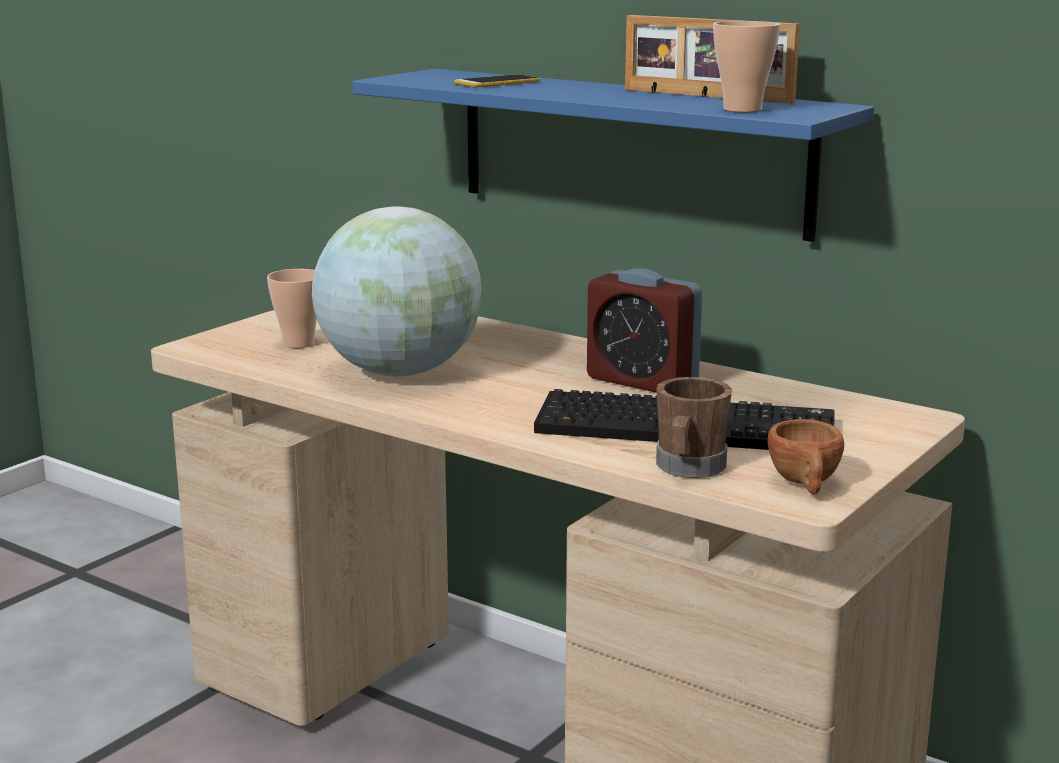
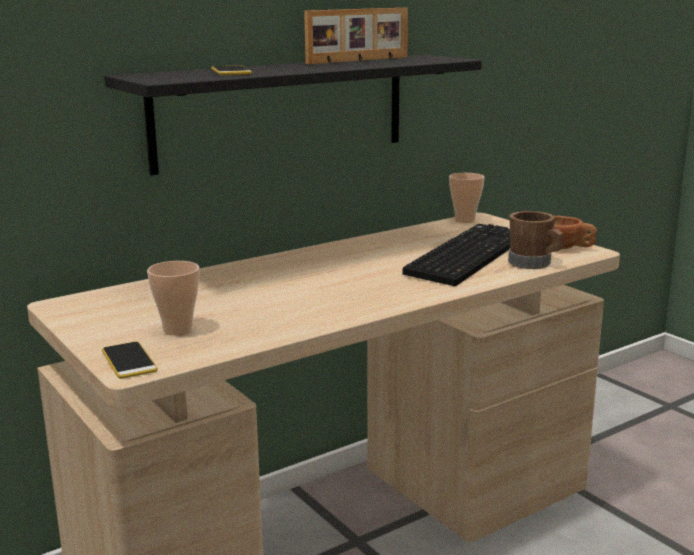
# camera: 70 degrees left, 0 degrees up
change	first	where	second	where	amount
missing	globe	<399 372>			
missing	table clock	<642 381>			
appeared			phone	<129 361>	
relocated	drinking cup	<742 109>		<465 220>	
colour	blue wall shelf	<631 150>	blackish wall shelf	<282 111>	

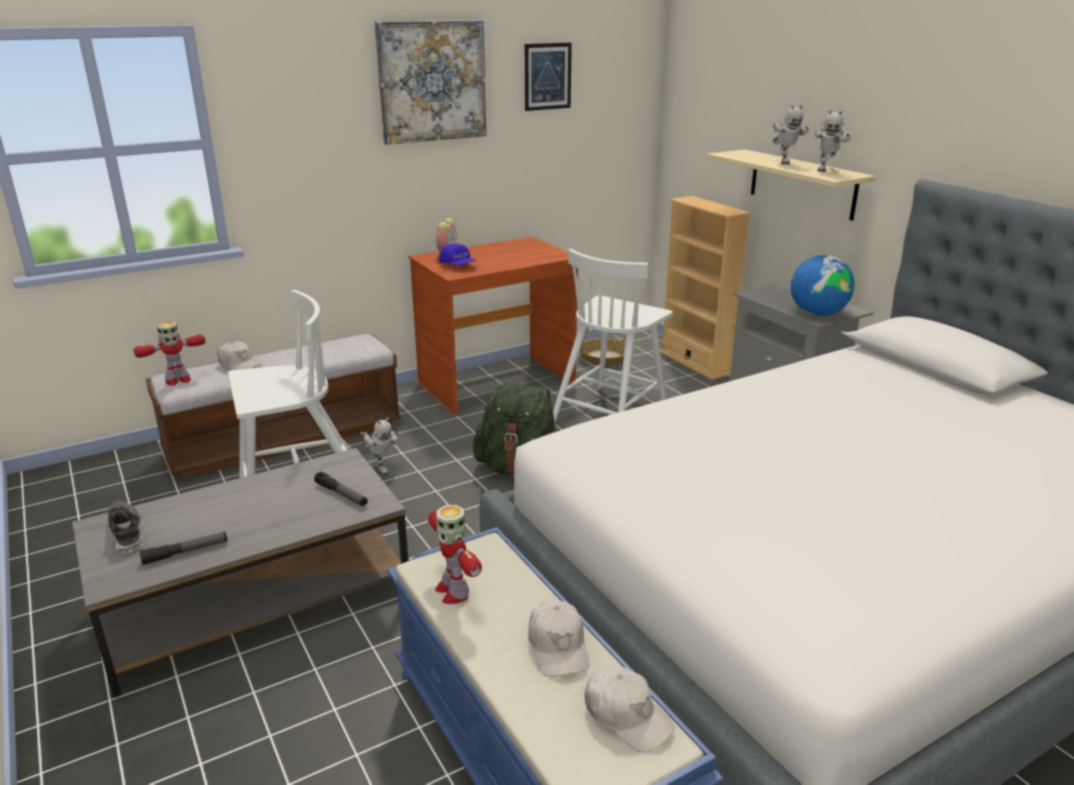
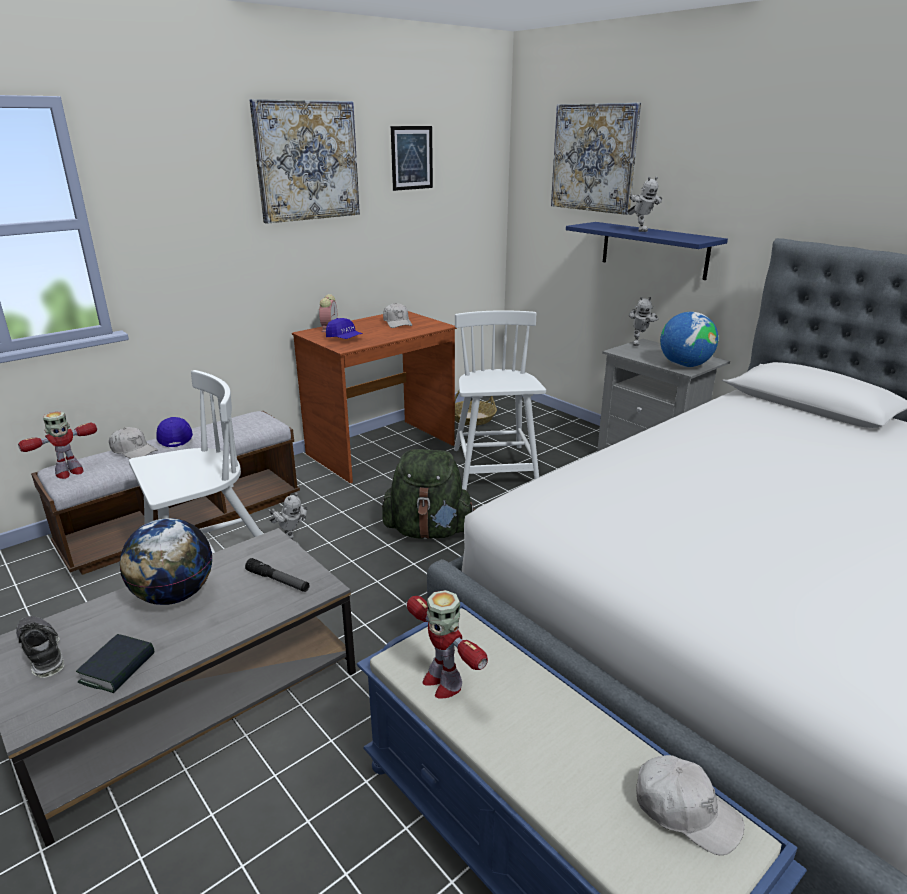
# camera: 10 degrees left, 0 degrees up
change	first	where	second	where	amount
missing	beige-coloured bookcase	<695 363>			
appeared			globe	<174 595>	
appeared			blue cap	<175 438>	
appeared			picture	<594 158>	
relocated	whitish cap	<558 647>		<397 323>	
relocated	model robot	<826 170>		<638 343>	
exchanged	flashlight	<185 552>	book	<118 668>	
colour	beige-coloured wall shelf	<802 184>	blue wall shelf	<654 250>	
spun	whitish plain chair	<610 413>		<494 469>	150 degrees clockwise

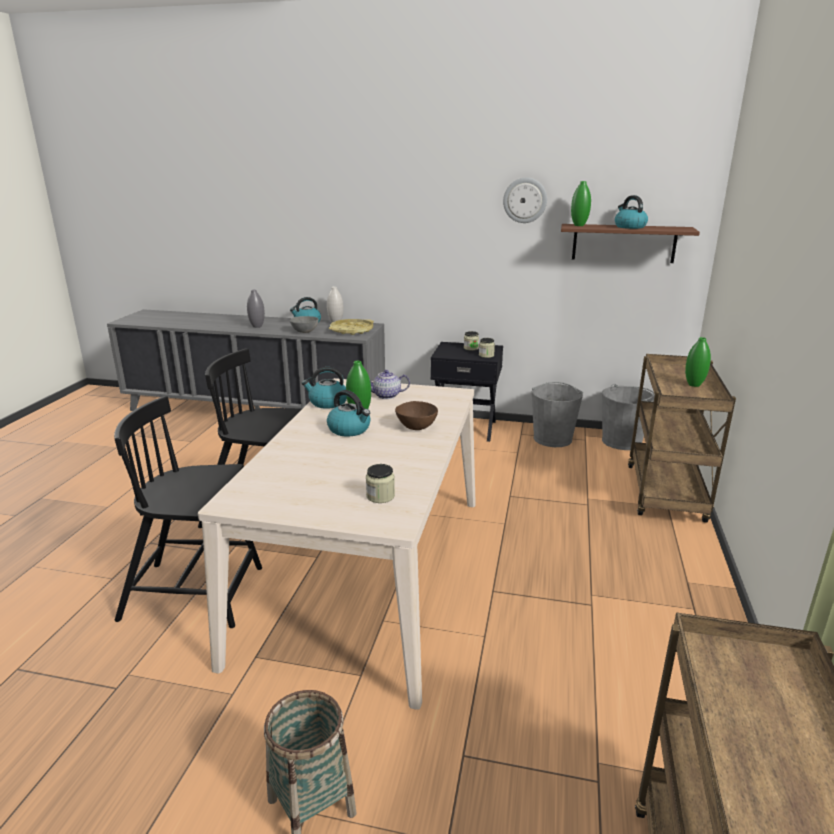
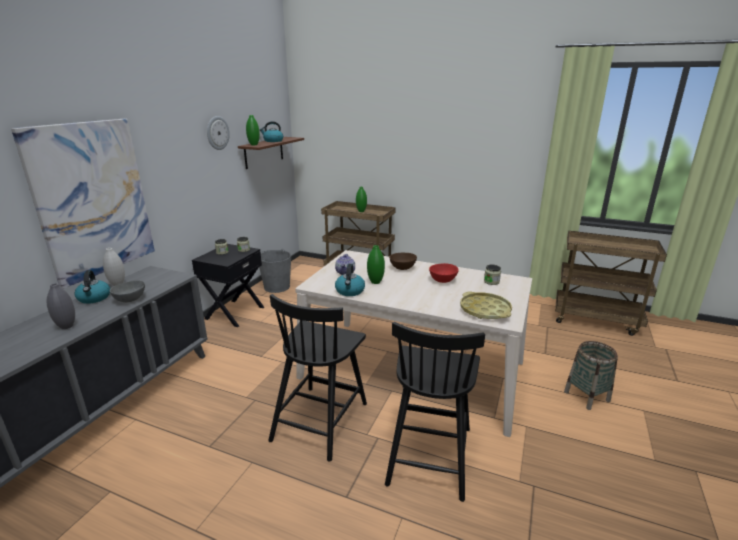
# camera: 80 degrees left, 0 degrees up
change	first	where	second	where	amount
missing	water kettle	<350 429>			
missing	grey water bucket	<622 441>			
appeared			picture	<93 199>	
appeared			red serving bowl	<443 280>	
relocated	yellowish serving tray	<351 330>		<485 310>	

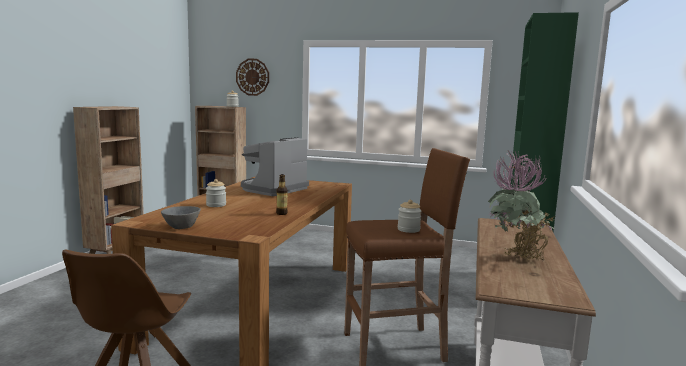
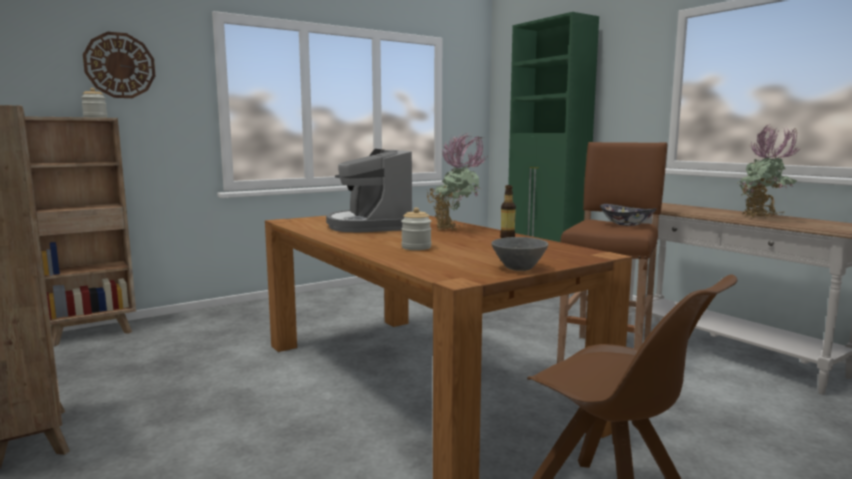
# camera: 50 degrees left, 0 degrees up
change	first	where	second	where	amount
appeared			houseplant	<456 230>	
exchanged	preserve jar	<408 229>	serving bowl	<627 224>	

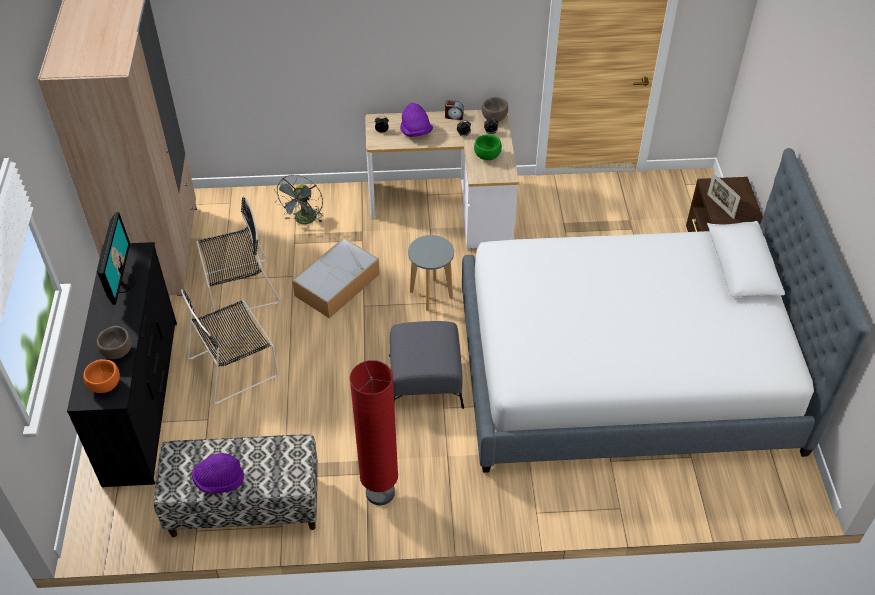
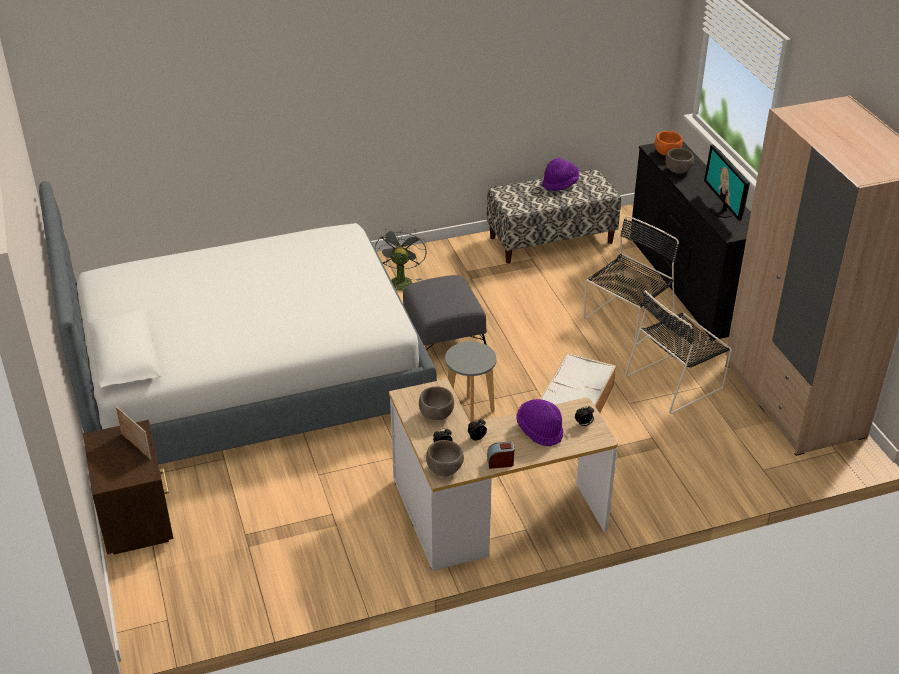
# camera: 165 degrees right, 10 degrees down
change	first	where	second	where	amount
missing	red standing lamp	<380 492>			
relocated	grey cooling fan	<304 221>		<400 281>	
colour	greenish serving bowl	<487 156>	brownish serving bowl	<436 415>	

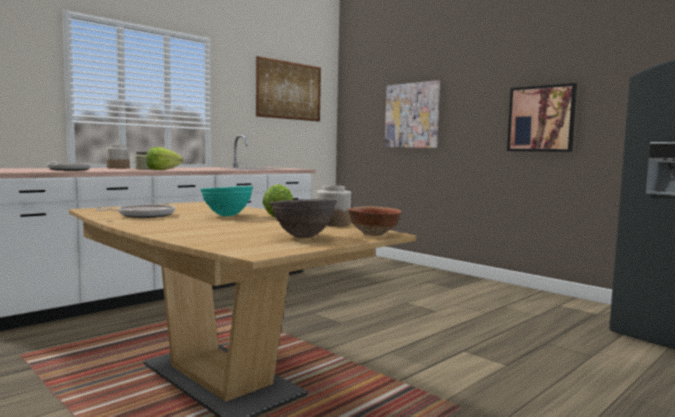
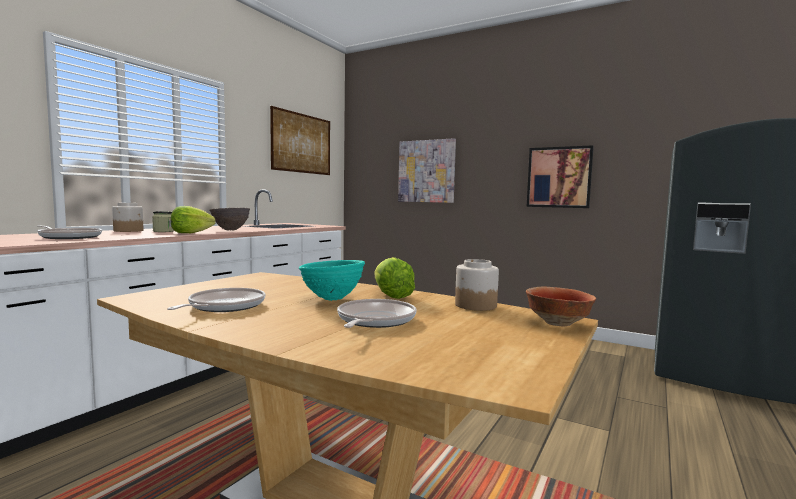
# camera: 15 degrees left, 0 degrees up
change	first	where	second	where	amount
appeared			pan	<374 321>	
relocated	brownish serving bowl	<303 237>		<230 230>	

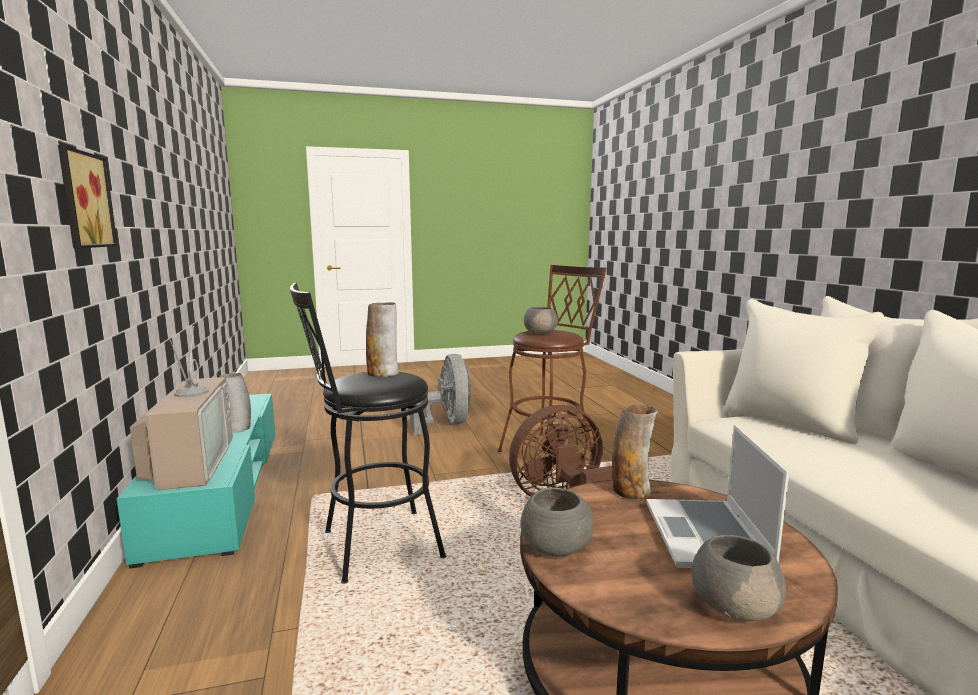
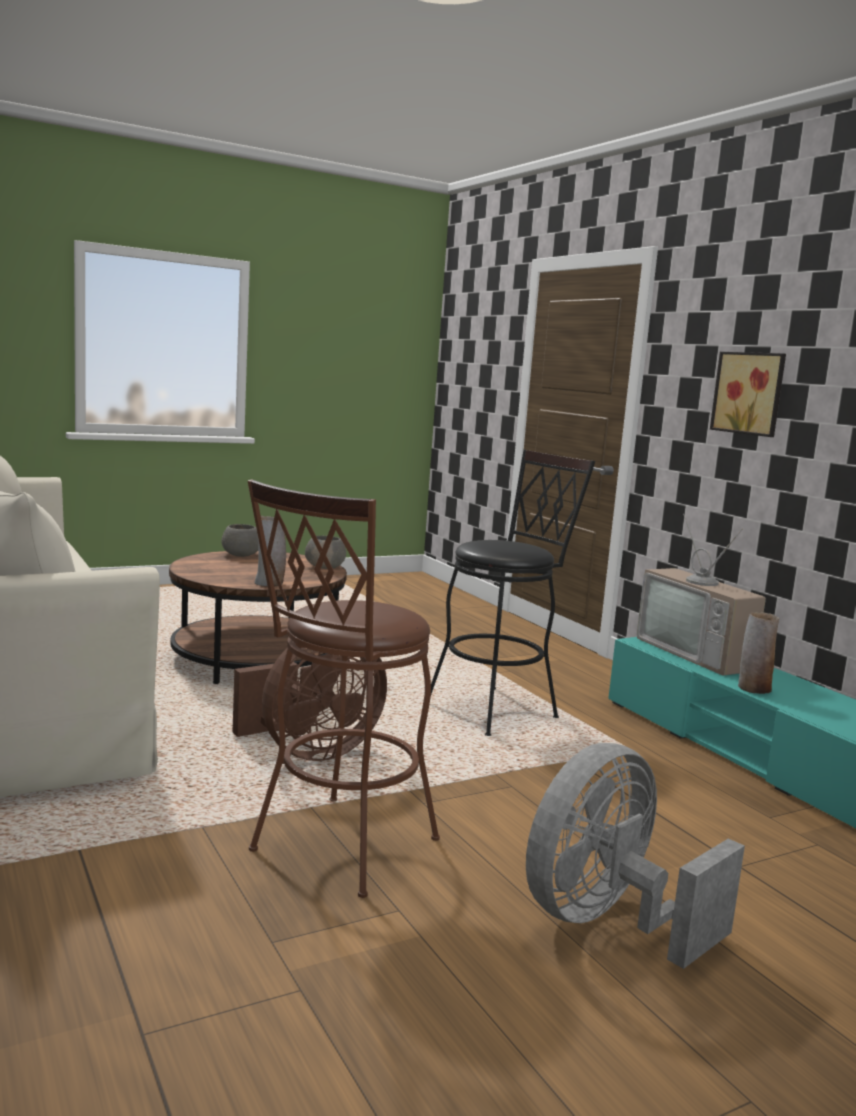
# camera: 165 degrees right, 0 degrees up
change	first	where	second	where	amount
missing	vase	<383 373>			
missing	grey serving bowl	<540 332>			
missing	laptop	<708 537>			
spun	grey cooling fan	<447 423>		<608 922>	75 degrees clockwise

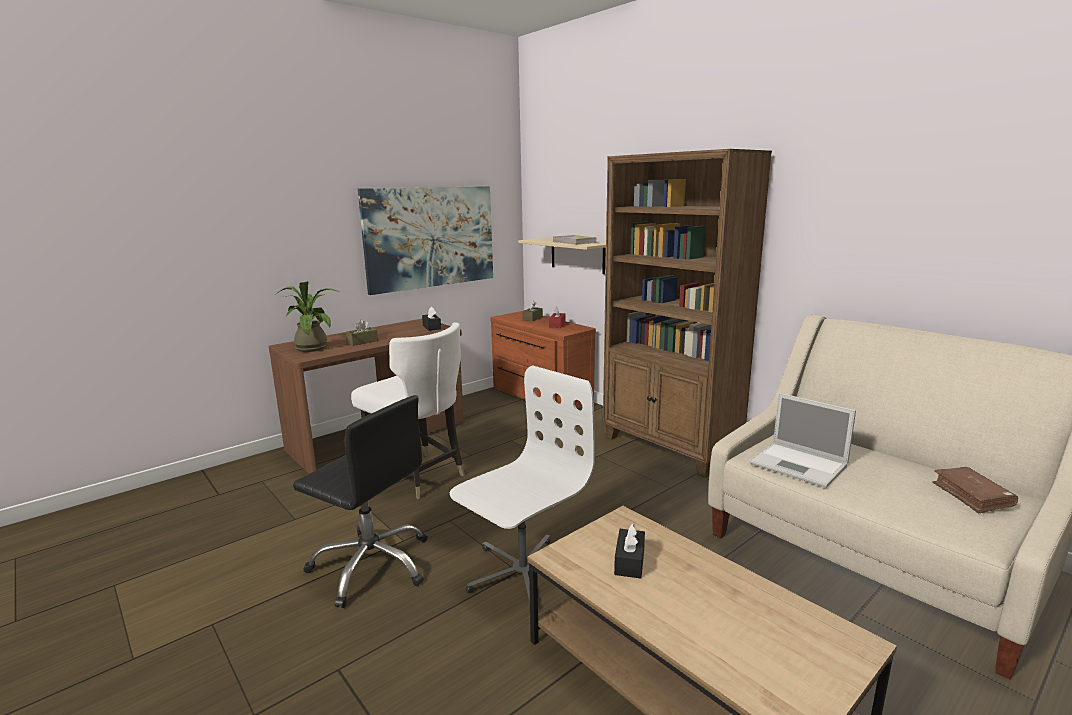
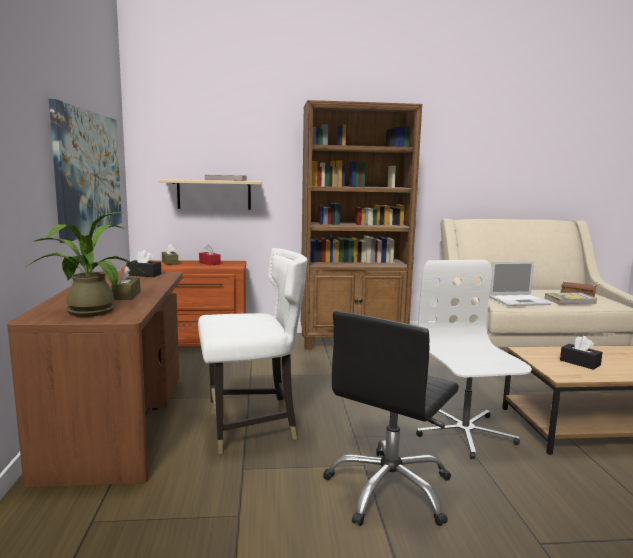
# camera: 55 degrees left, 5 degrees down
change	first	where	second	where	amount
appeared			book	<570 301>	
spun	blackish office chair	<372 565>		<390 490>	150 degrees clockwise

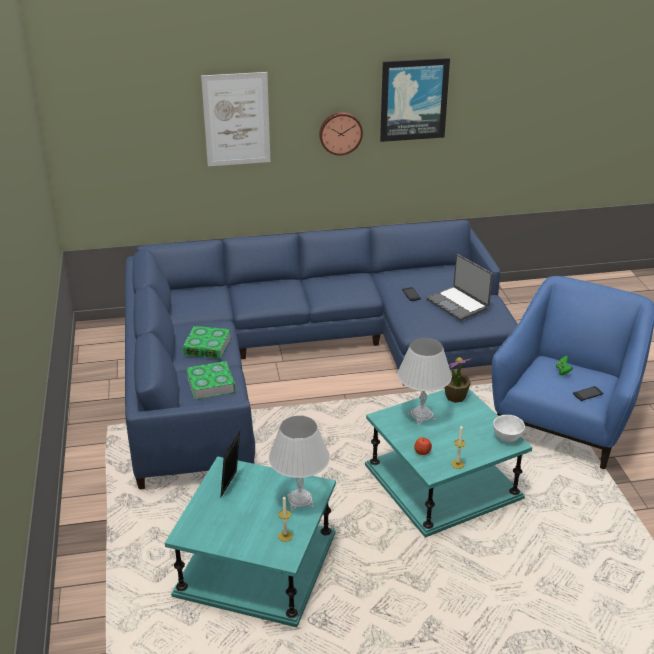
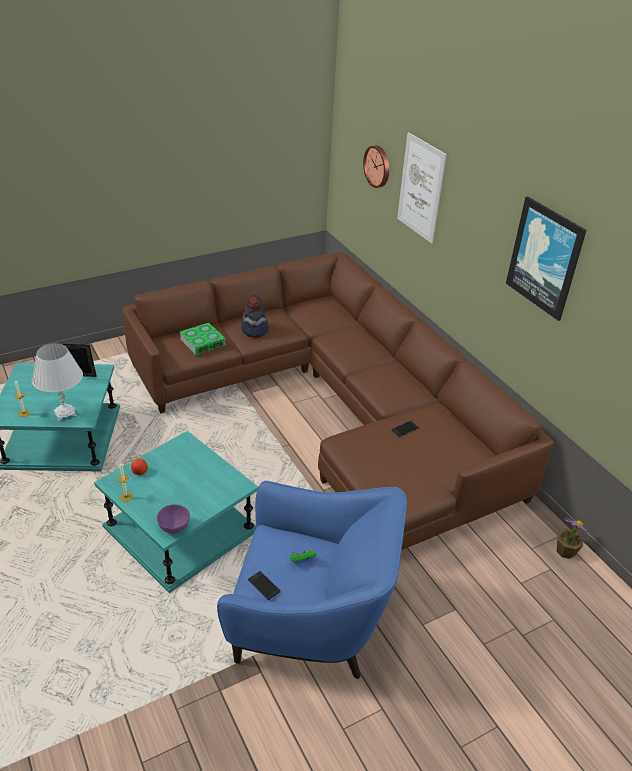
# camera: 70 degrees right, 5 degrees up
change	first	where	second	where	amount
missing	whitish lamp for a table	<421 416>			
missing	laptop	<458 304>			
relocated	wall clock	<340 133>		<378 166>	
relocated	houseplant	<455 396>		<565 551>	
exchanged	book	<207 346>	clothing hat	<254 330>	
colour	blue sofa	<299 356>	brownish sofa	<335 406>	
colour	whitish serving bowl	<507 437>	purple-coloured serving bowl	<175 527>	

